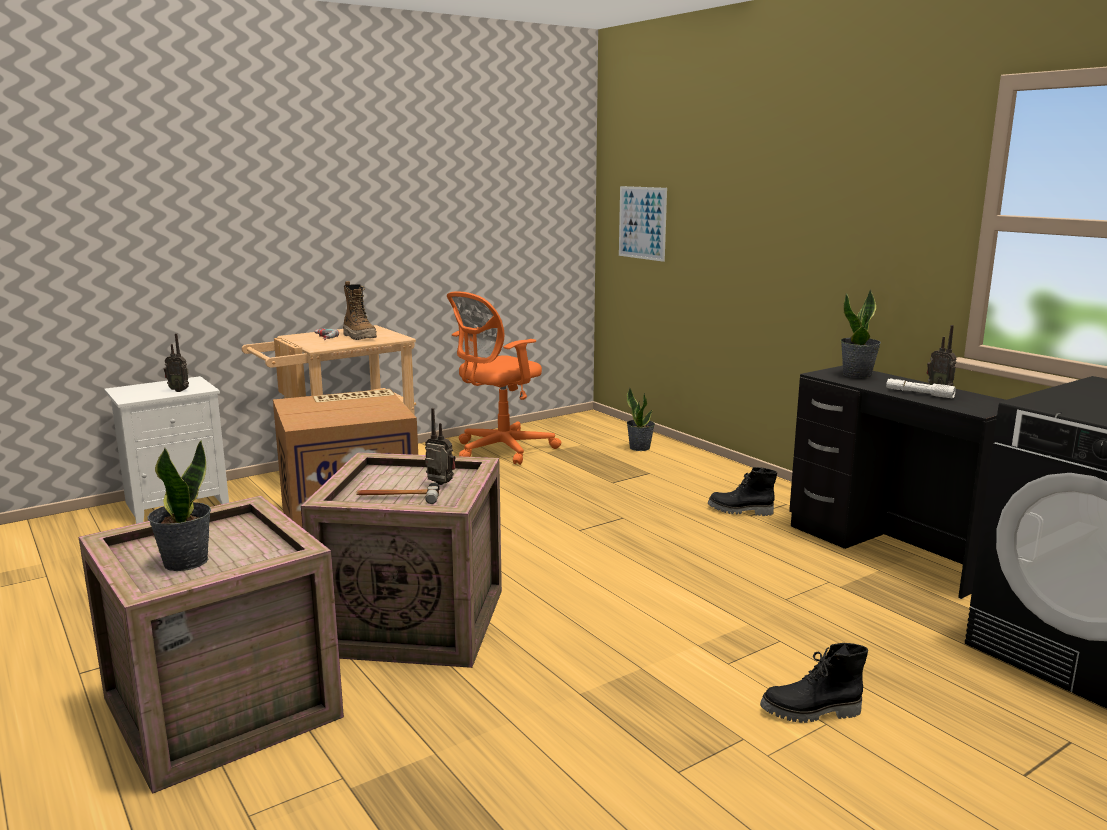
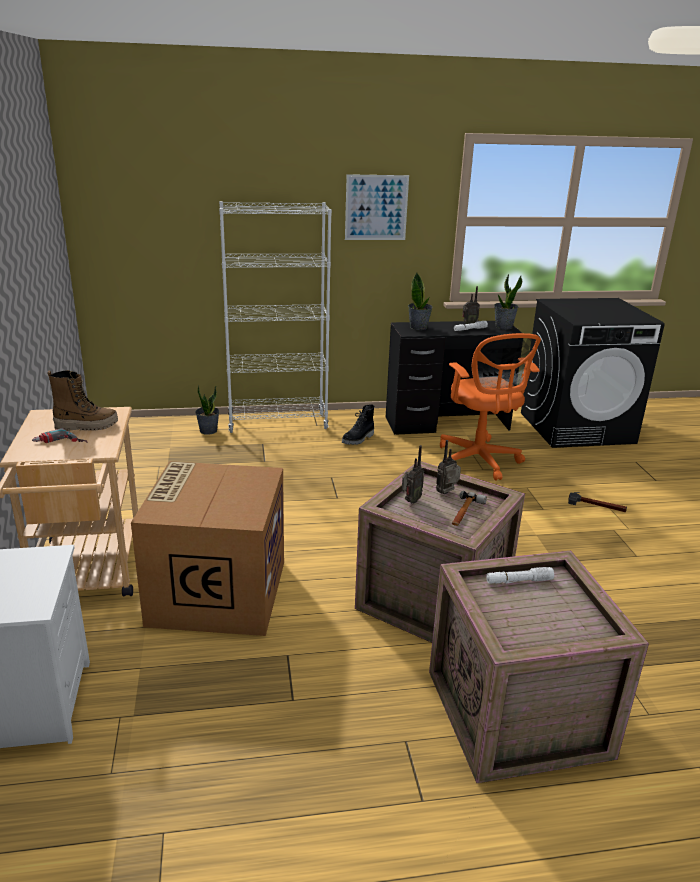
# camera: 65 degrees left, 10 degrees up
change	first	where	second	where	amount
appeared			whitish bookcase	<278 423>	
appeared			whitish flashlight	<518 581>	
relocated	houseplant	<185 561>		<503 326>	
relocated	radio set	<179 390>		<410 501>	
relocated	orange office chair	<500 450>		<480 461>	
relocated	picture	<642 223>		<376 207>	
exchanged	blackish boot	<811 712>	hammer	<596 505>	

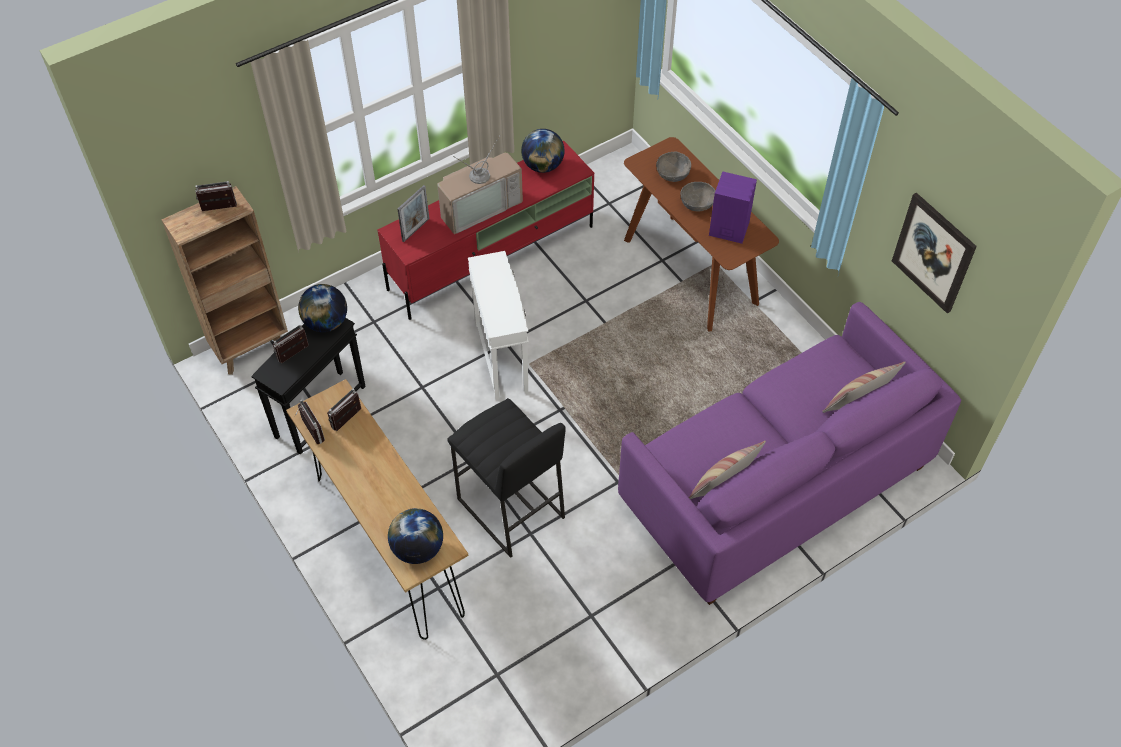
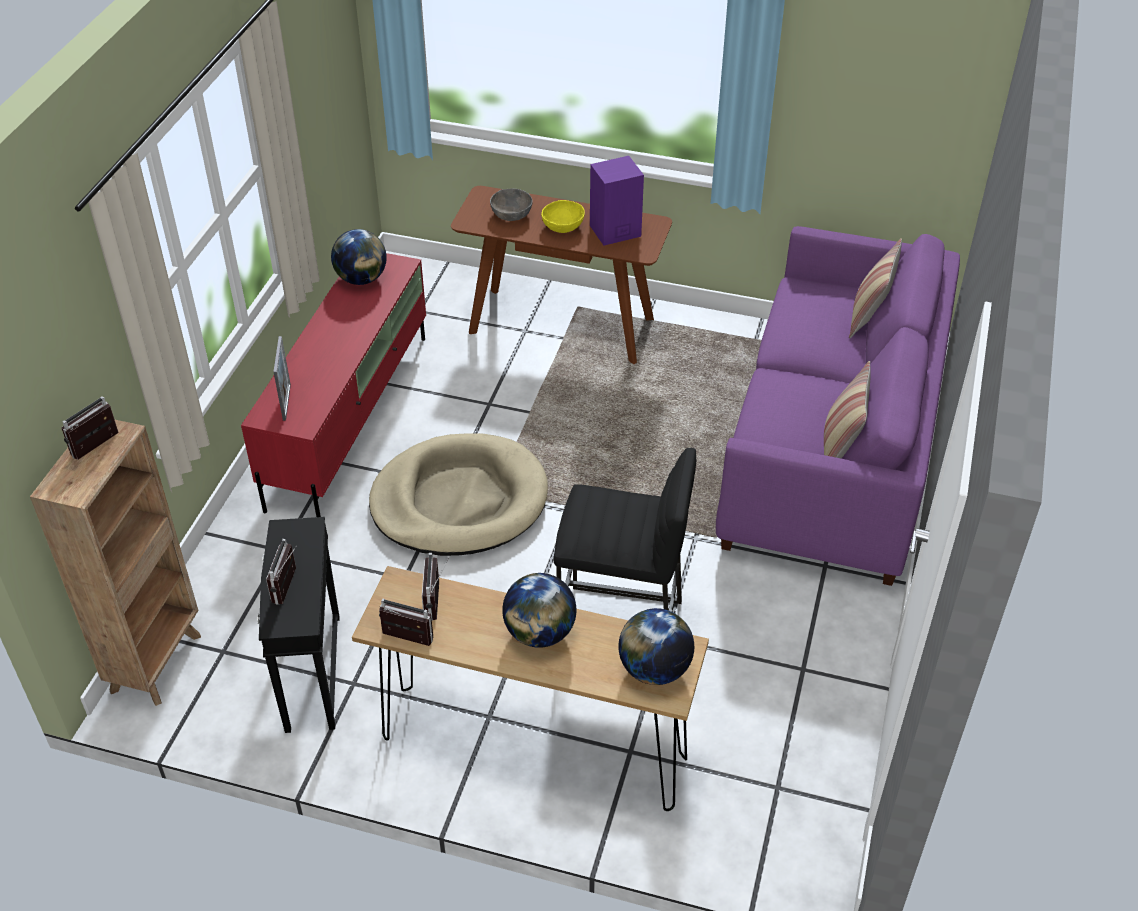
# camera: 40 degrees left, 10 degrees down
change	first	where	second	where	amount
missing	TV	<479 206>			
missing	picture	<933 253>			
relocated	globe	<326 323>		<539 633>	
exchanged	whitish side table	<502 357>	beige-coloured dog cushion	<459 501>	
colour	grey serving bowl	<697 204>	yellowish serving bowl	<563 226>	

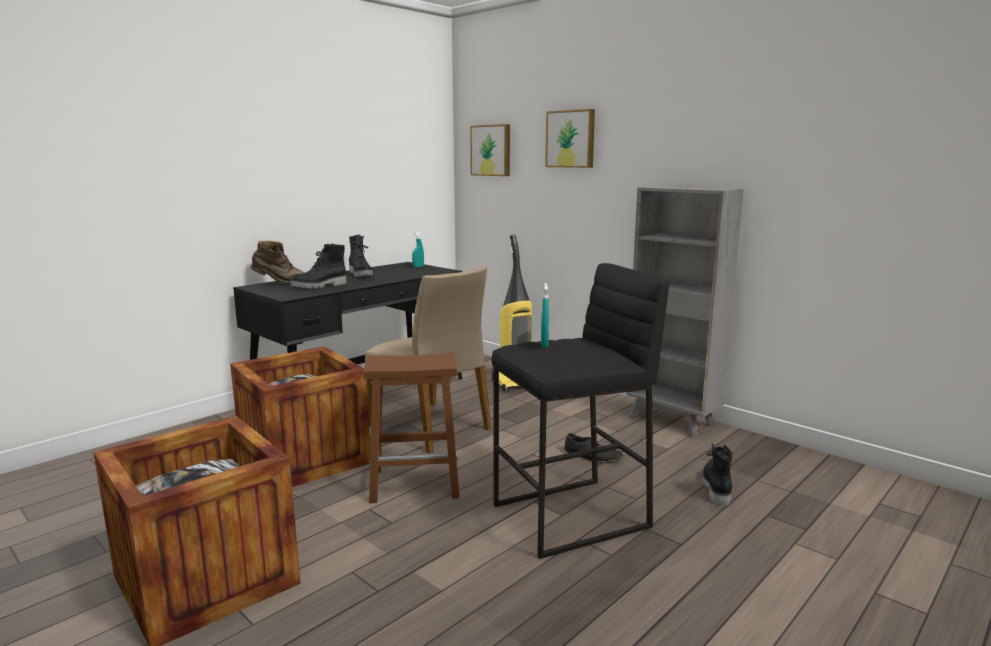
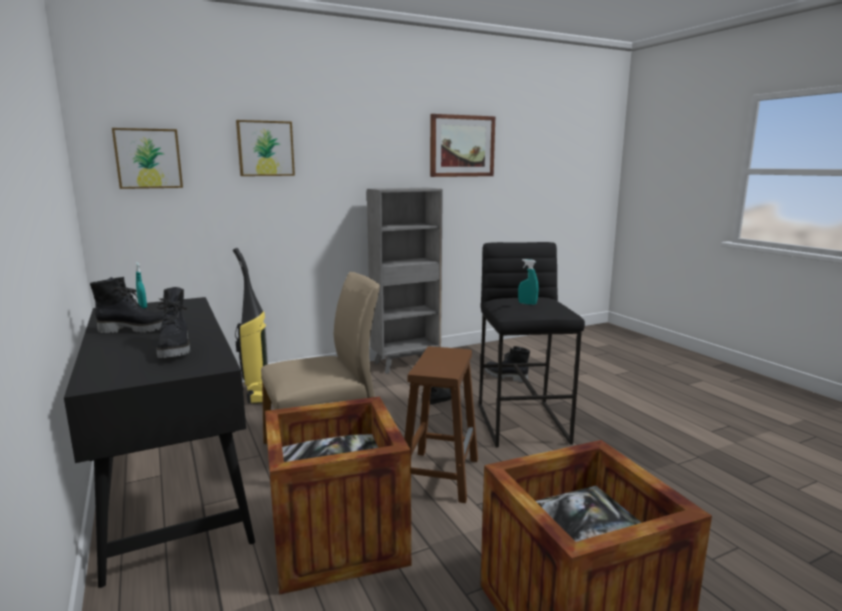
# camera: 70 degrees left, 0 degrees up
change	first	where	second	where	amount
missing	brownish boot	<279 284>			
appeared			picture	<462 146>	

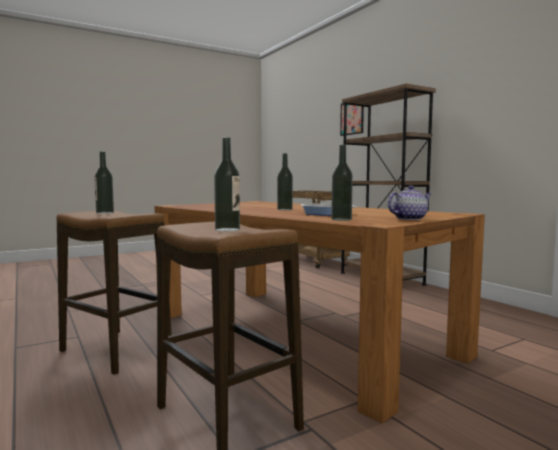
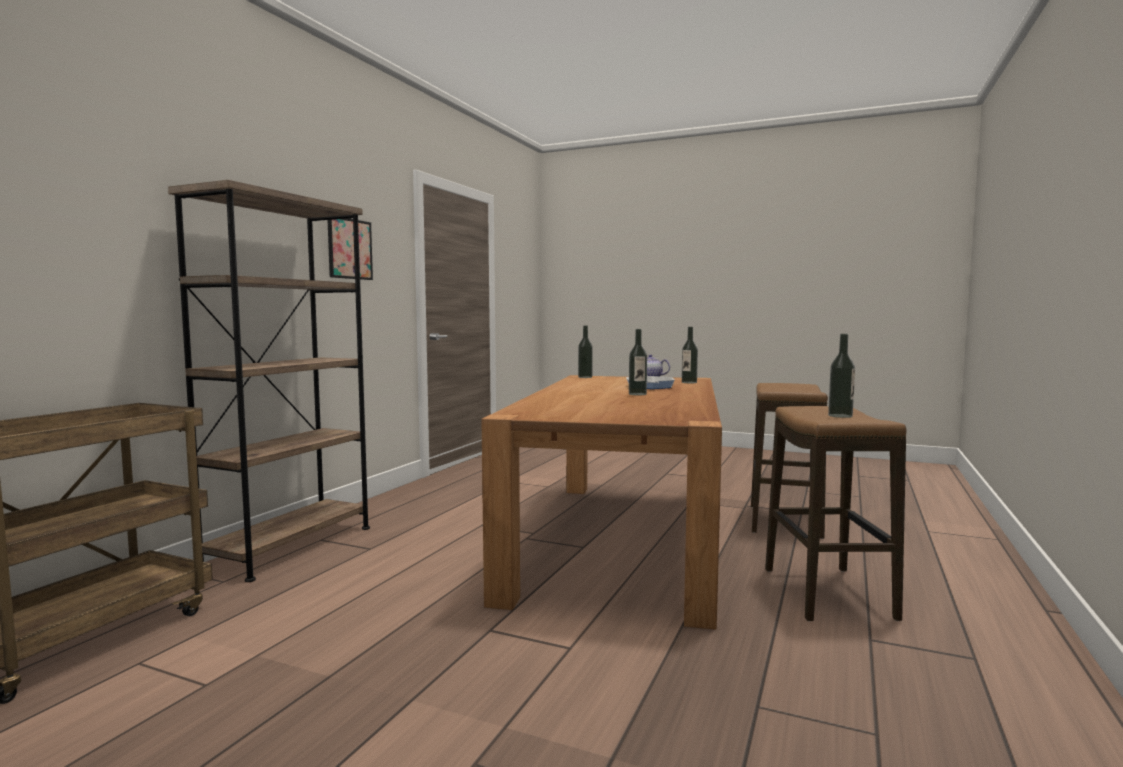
# camera: 125 degrees left, 0 degrees up
change	first	where	second	where	amount
relocated	bottle	<227 229>		<585 377>	
relocated	picture	<352 117>		<349 249>	

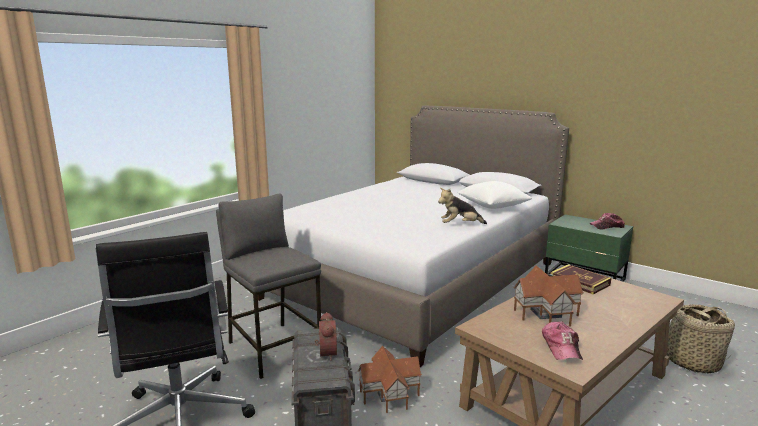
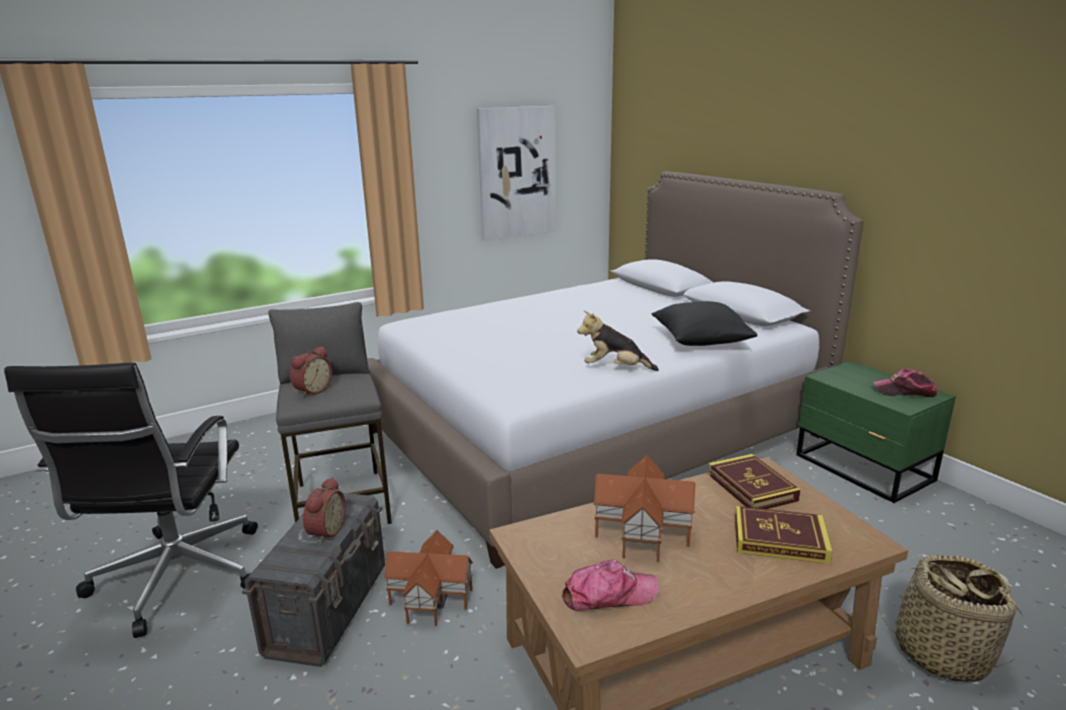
# camera: 20 degrees right, 5 degrees up
change	first	where	second	where	amount
appeared			table clock	<312 390>	
appeared			picture	<516 173>	
appeared			book	<780 539>	
colour	whitish pillow	<492 206>	blackish pillow	<700 340>	
spun	cap	<561 347>		<609 595>	120 degrees counterclockwise

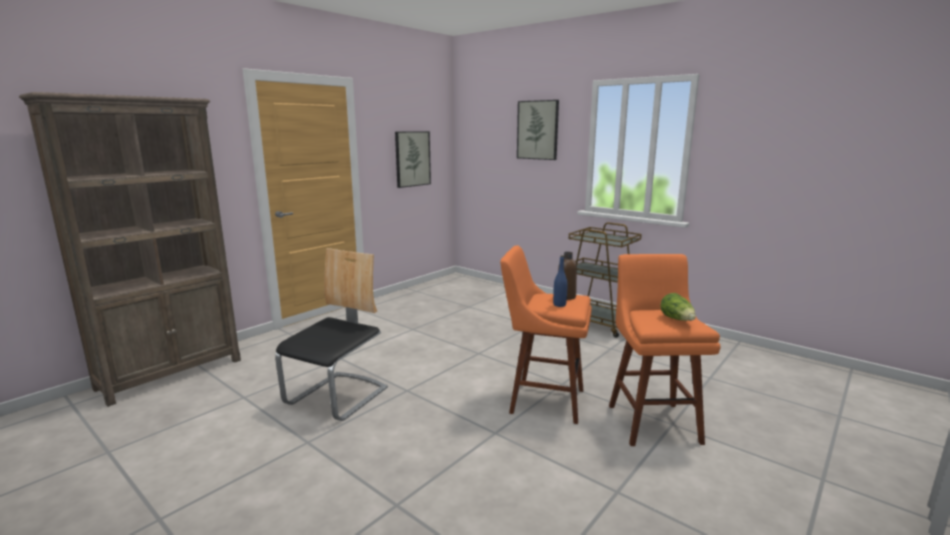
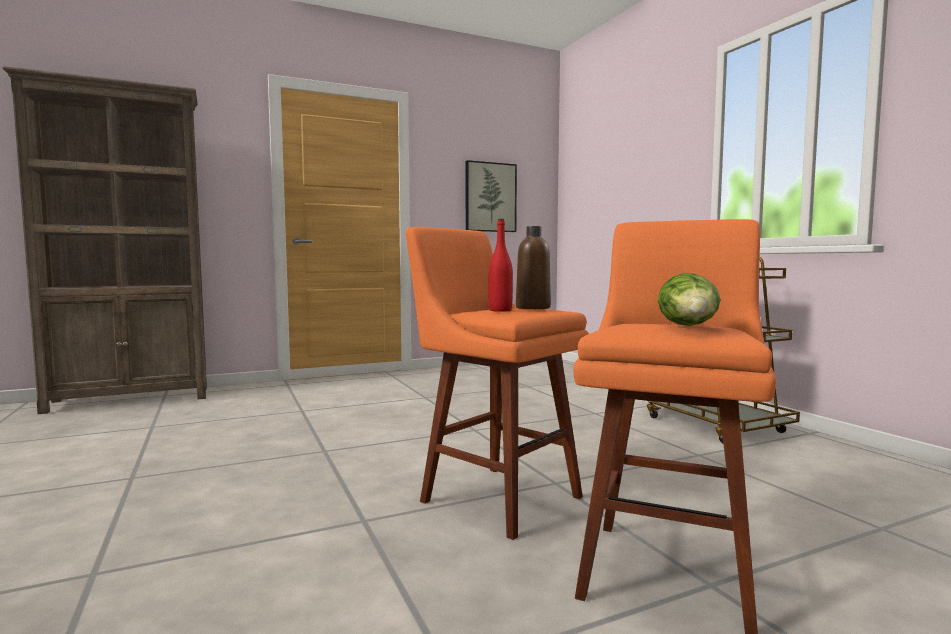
# camera: 25 degrees right, 10 degrees down
change	first	where	second	where	amount
missing	plain chair	<338 397>			
missing	picture	<538 130>			
colour	blue bottle	<559 305>	red bottle	<500 310>	

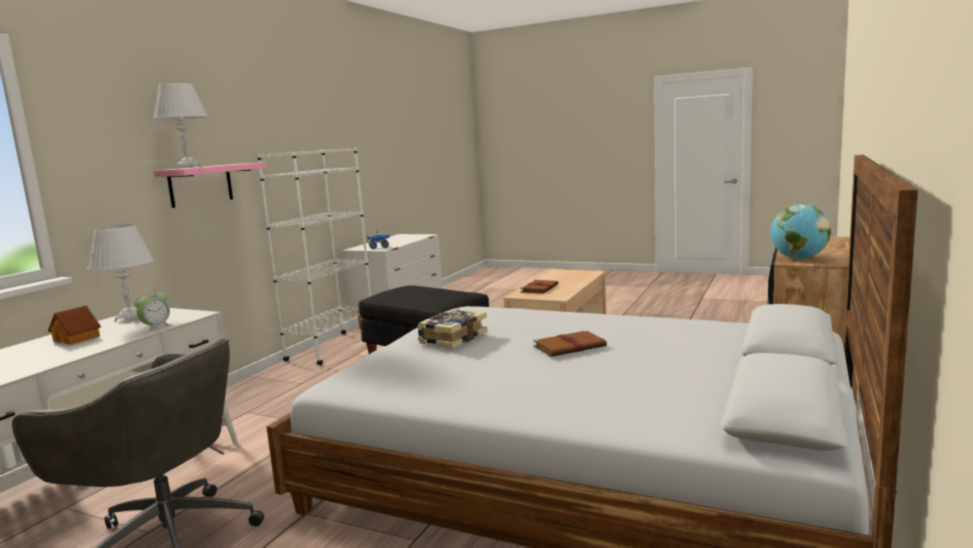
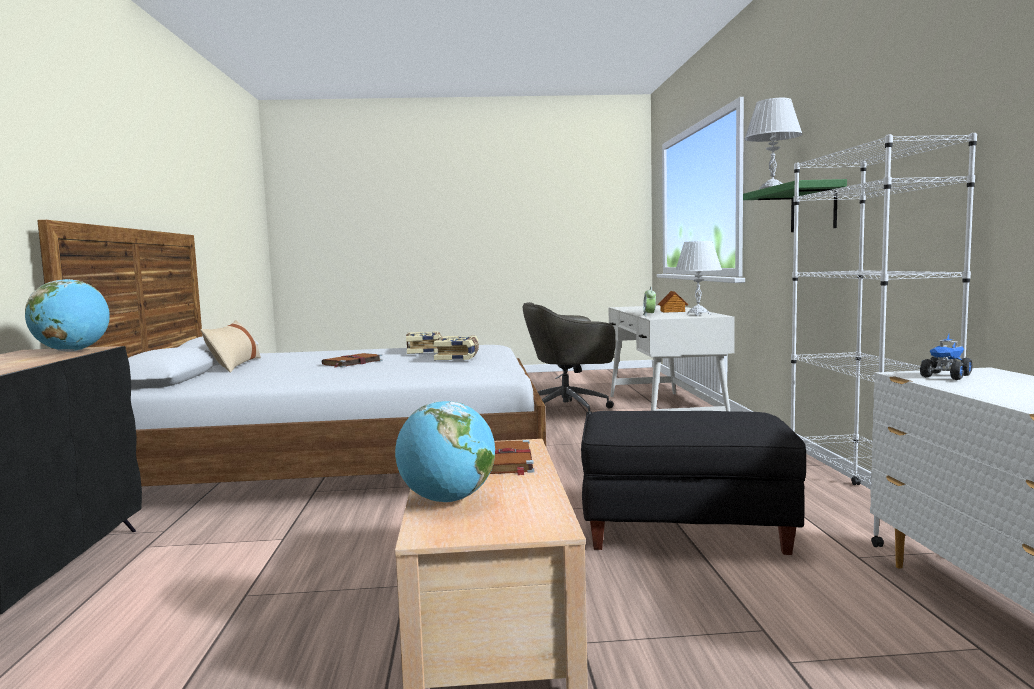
# camera: 150 degrees right, 5 degrees down
change	first	where	second	where	amount
appeared			beige-coloured pillow	<235 365>	
appeared			globe	<447 500>	
appeared			book	<425 351>	
colour	pink wall shelf	<200 185>	greenish wall shelf	<813 208>	

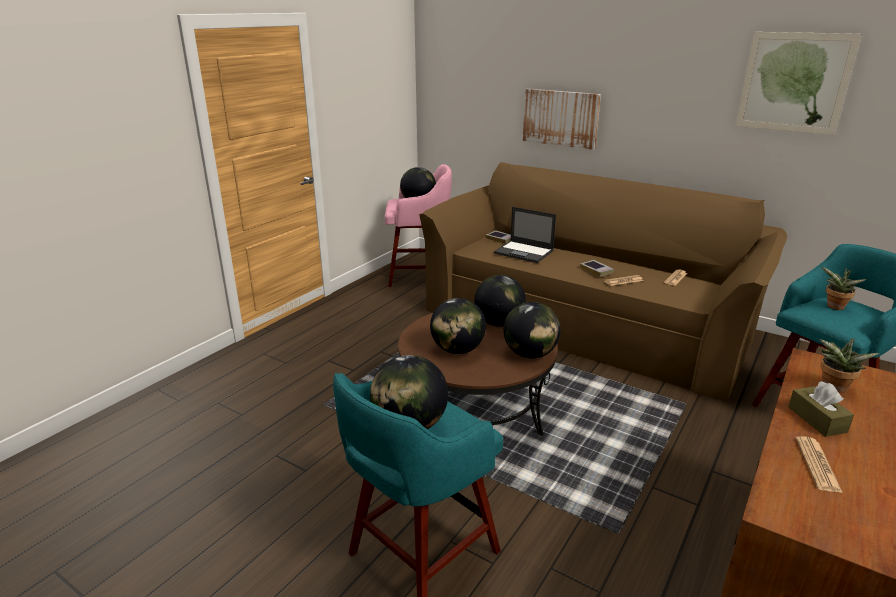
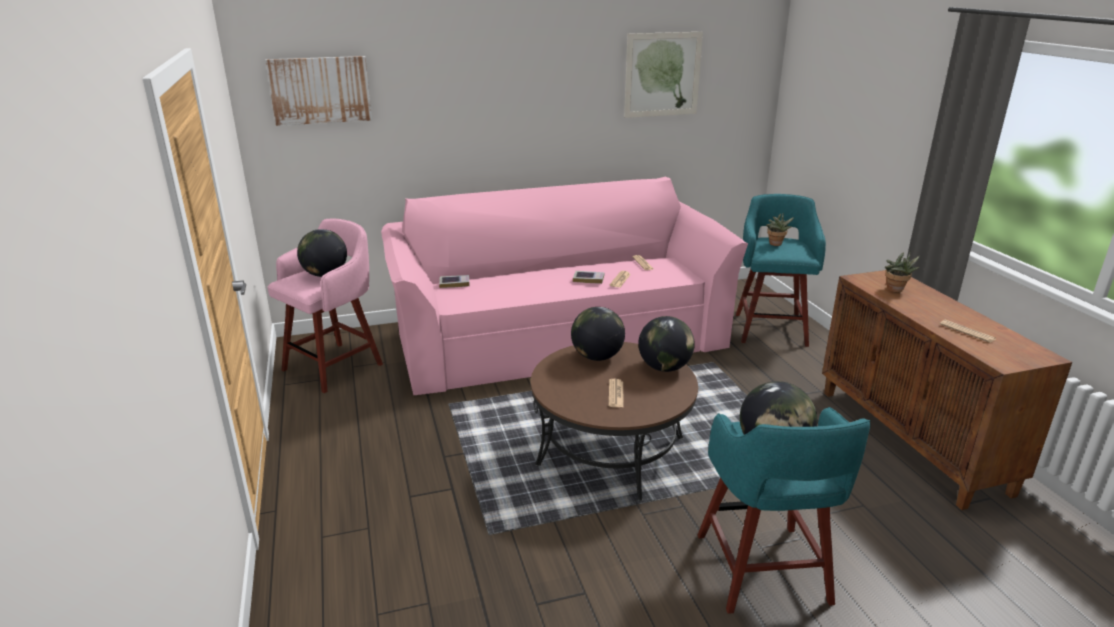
# camera: 50 degrees left, 0 degrees up
change	first	where	second	where	amount
missing	laptop	<524 252>			
missing	brownish tissue box	<817 419>			
relocated	picture	<560 118>		<320 90>	
exchanged	globe	<457 350>	printed paper	<616 394>	
colour	brownish sofa	<587 320>	pink sofa	<557 335>	

